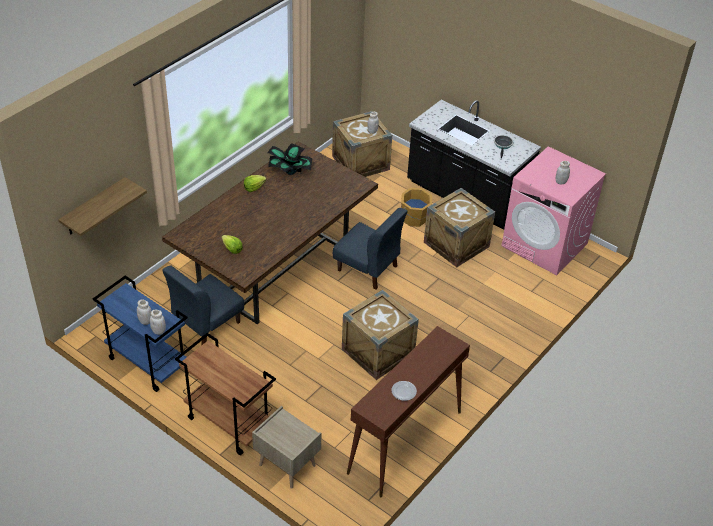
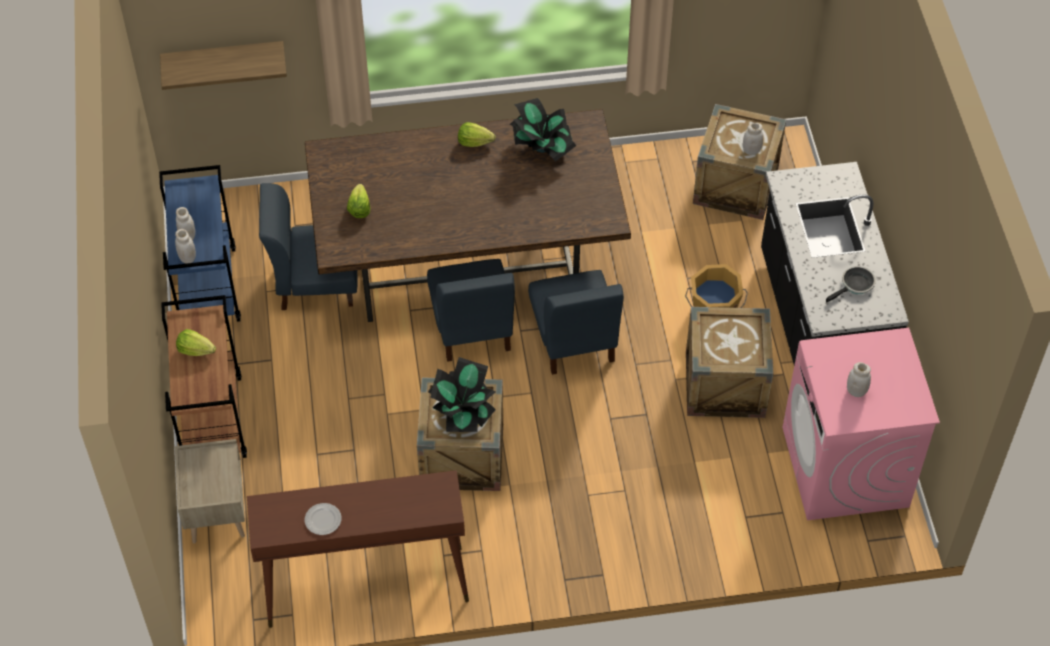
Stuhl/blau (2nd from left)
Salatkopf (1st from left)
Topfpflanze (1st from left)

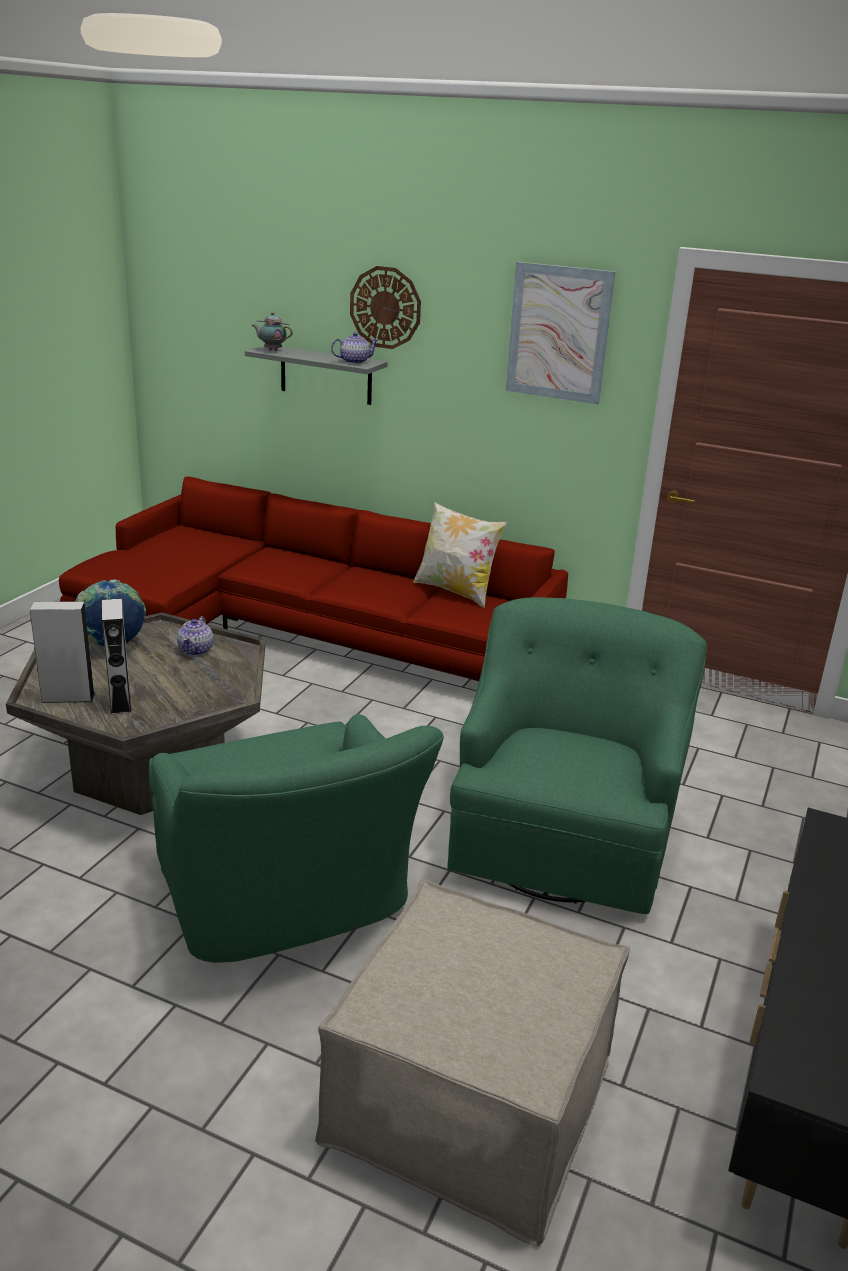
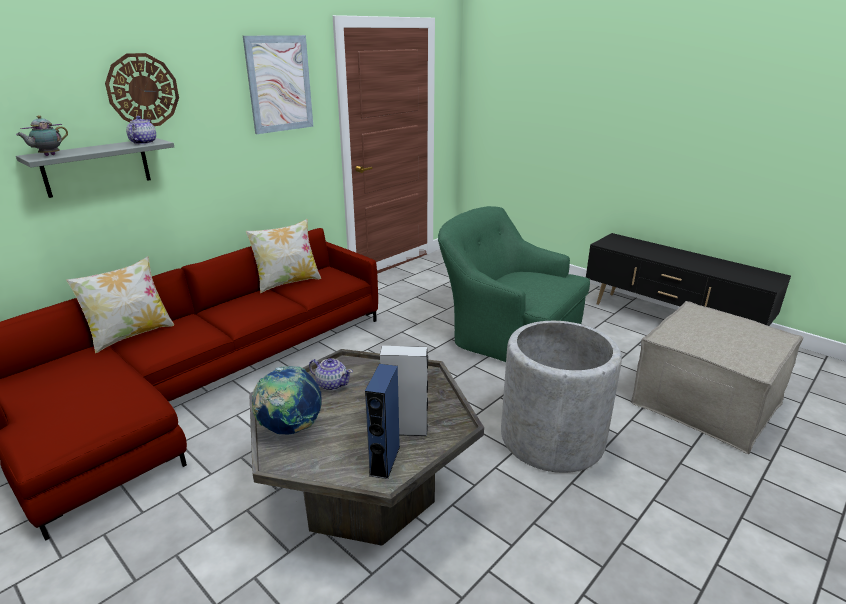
Lautsprecher/blau
Pflanzkübel/grau
Kissen (1st from left)

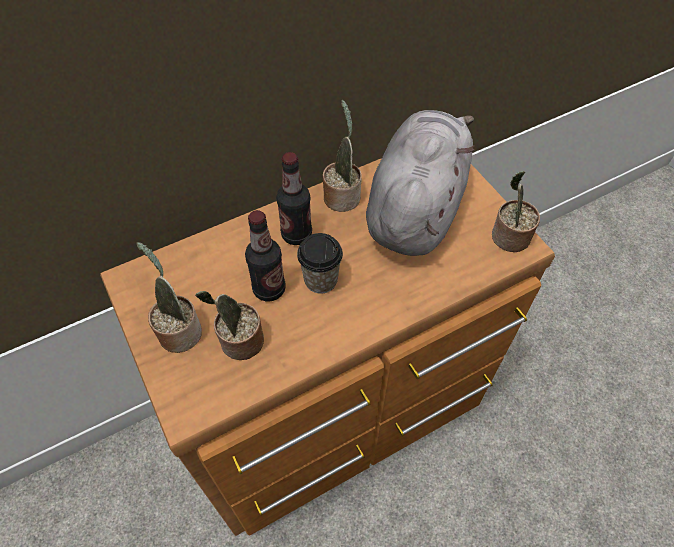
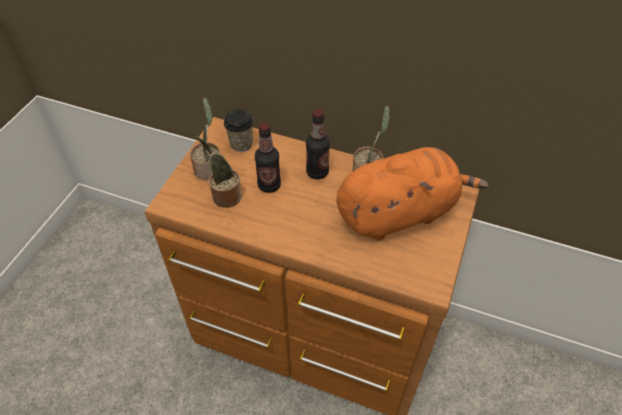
Plüschtier/orange
Topfpflanze (4th from left in the first image)
Tasse

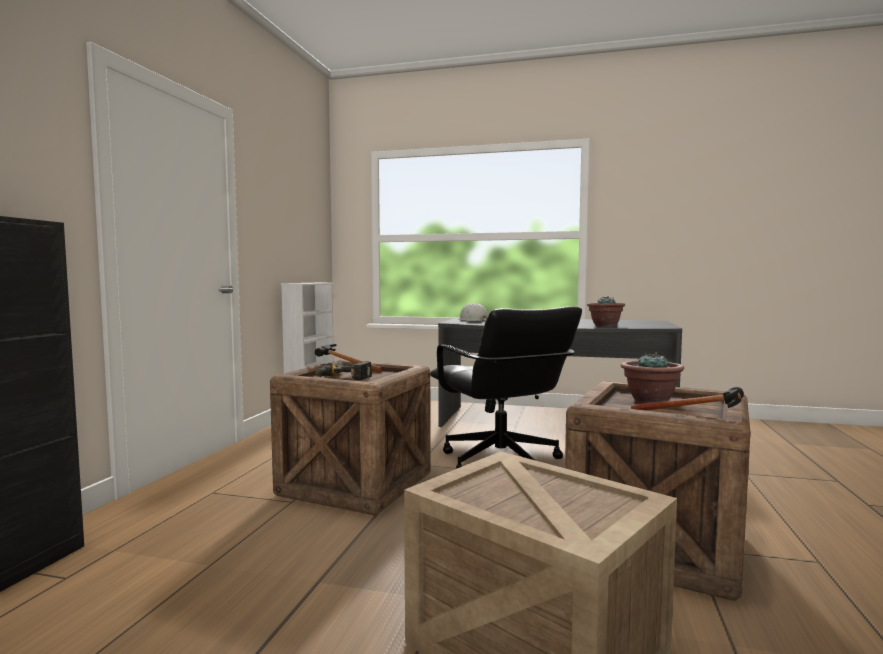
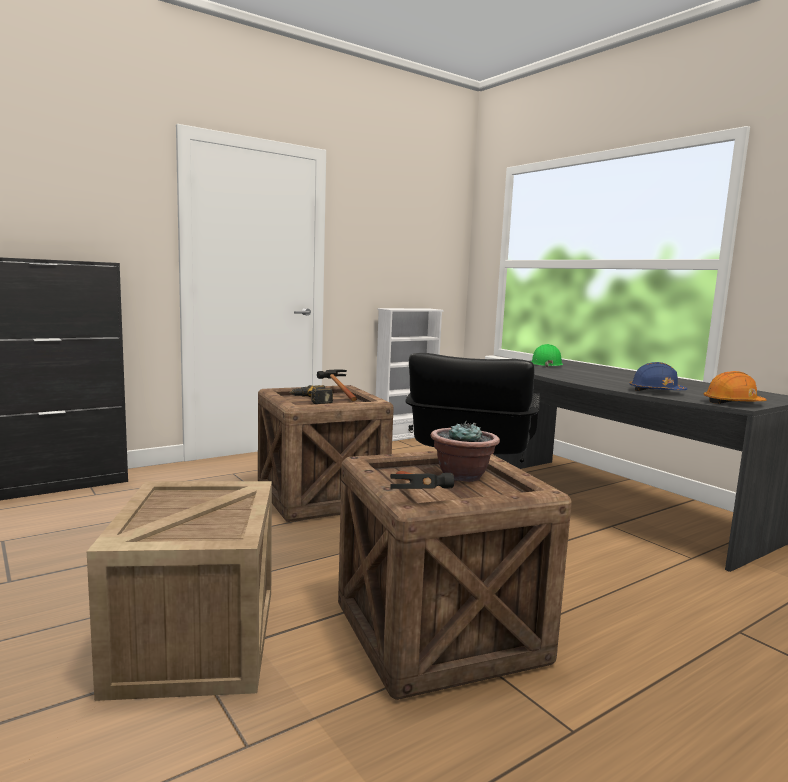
Schutzhelm/blau
Schutzhelm/grün
Schutzhelm/orange

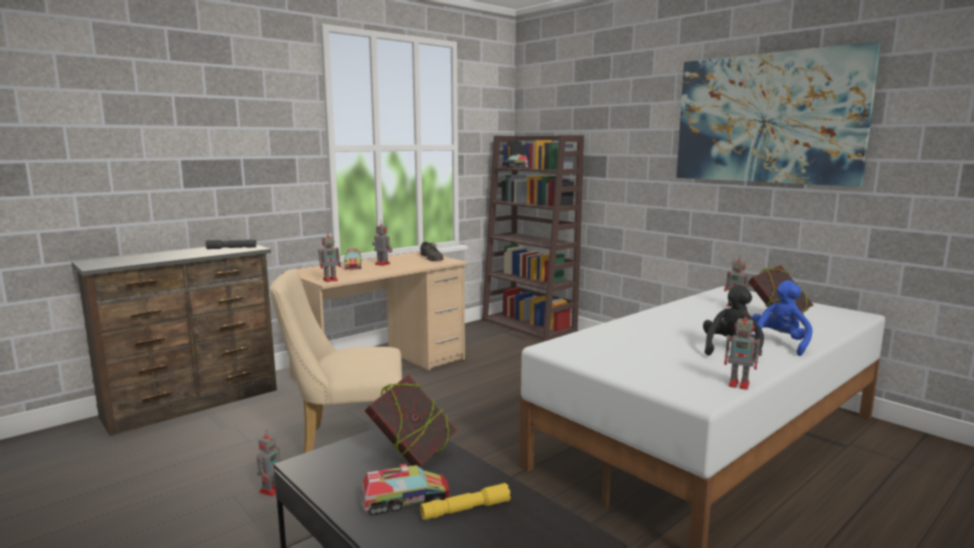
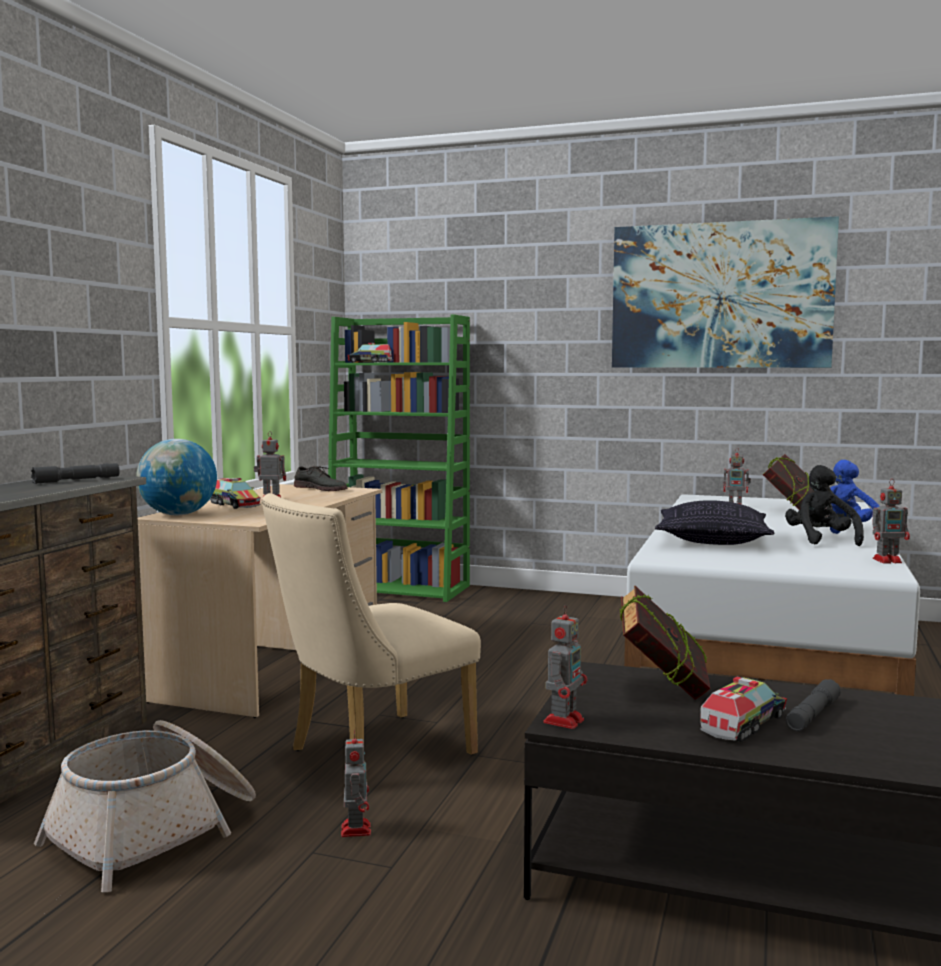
Bücherregal/grün
Spielzeugroboter (3rd from left)
Taschenlampe/grau (2nd from left)
Globus
Kissen
Korb

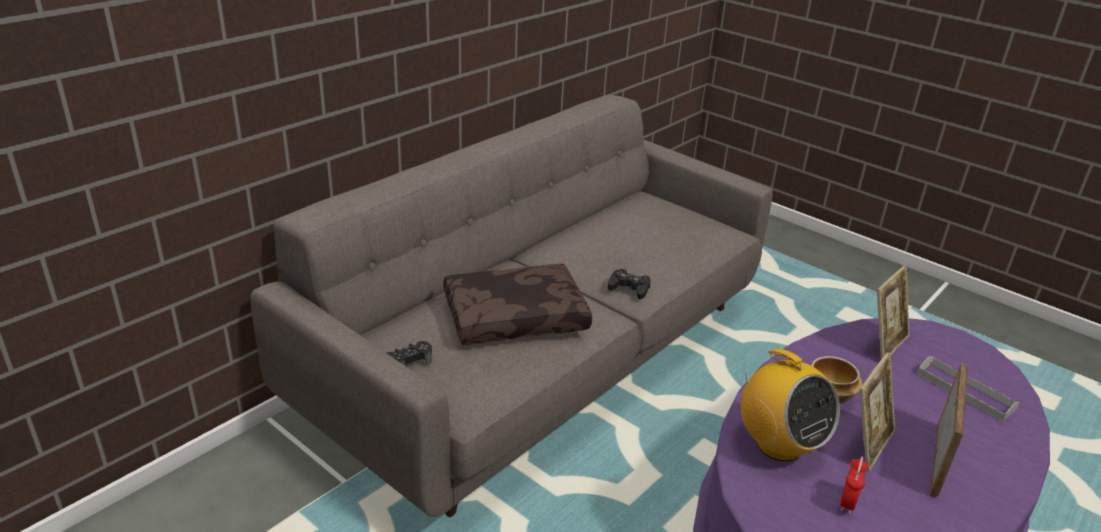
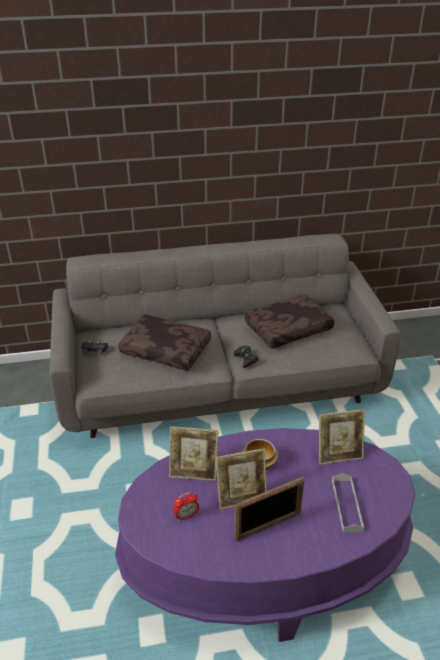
Bilderrahmen (1st from left)
Kissen/braun (2nd from left)

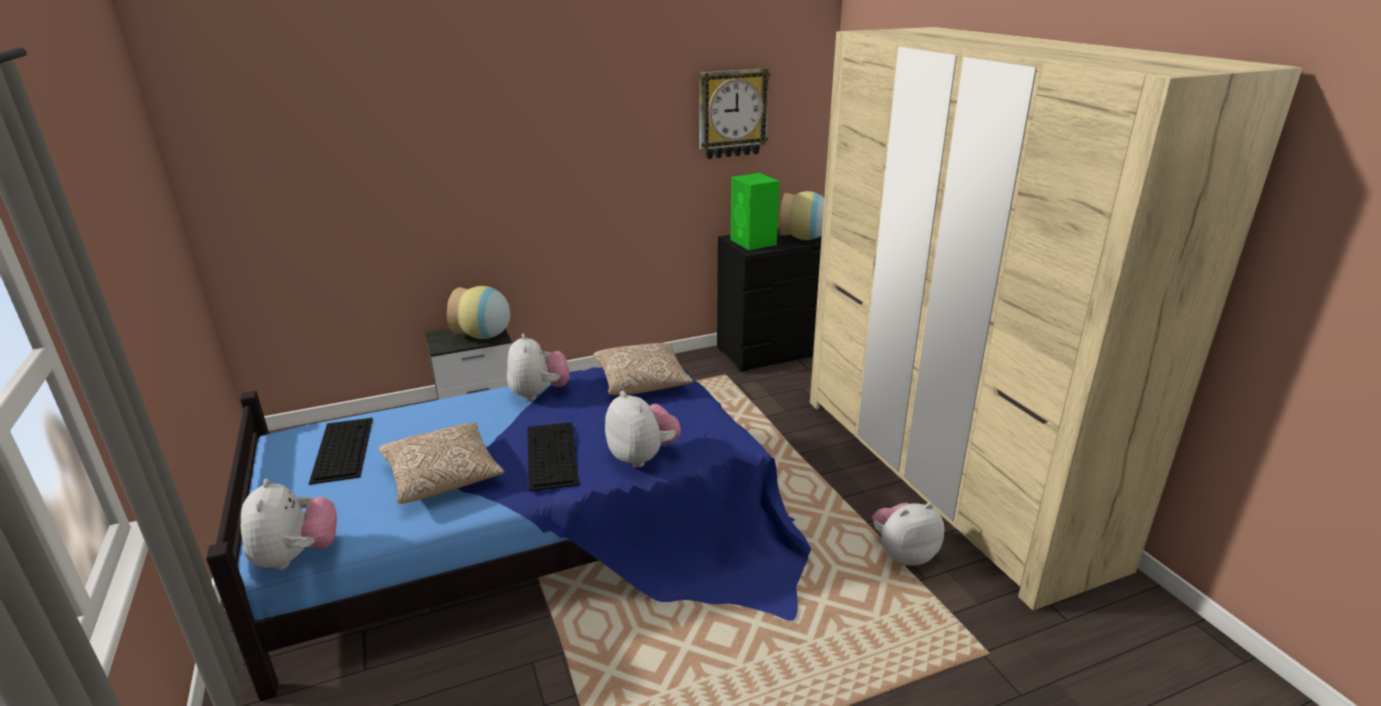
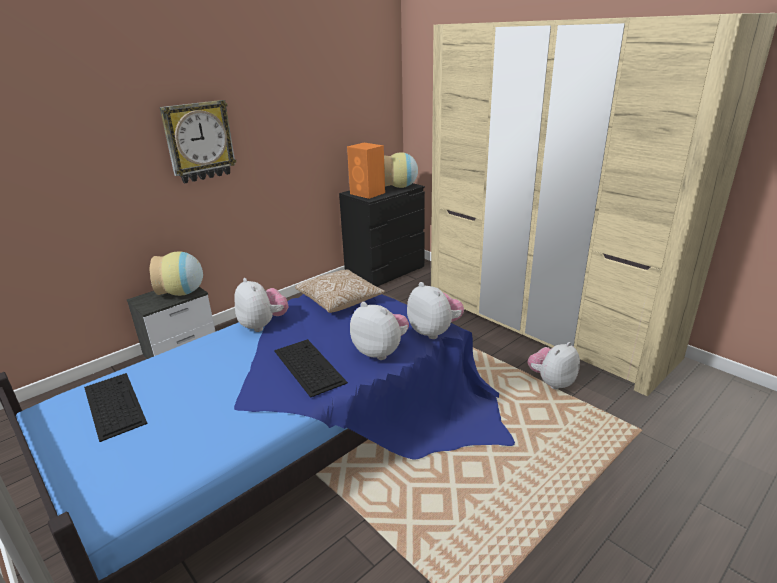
Wanduhr
Lautsprecher/orange
Kissen (1st from left in the first image)
Plüschtier (3rd from left)

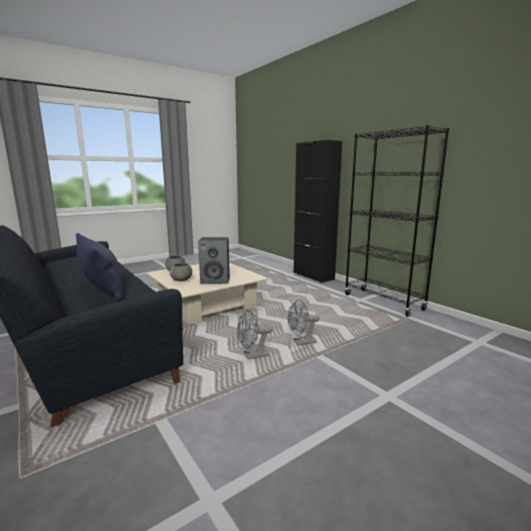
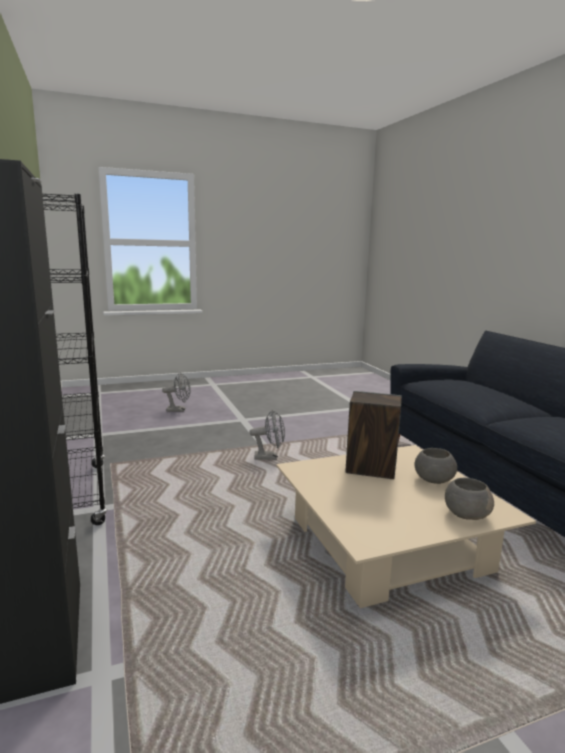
Kissen/blau
Ventilator/grau (1st from left)

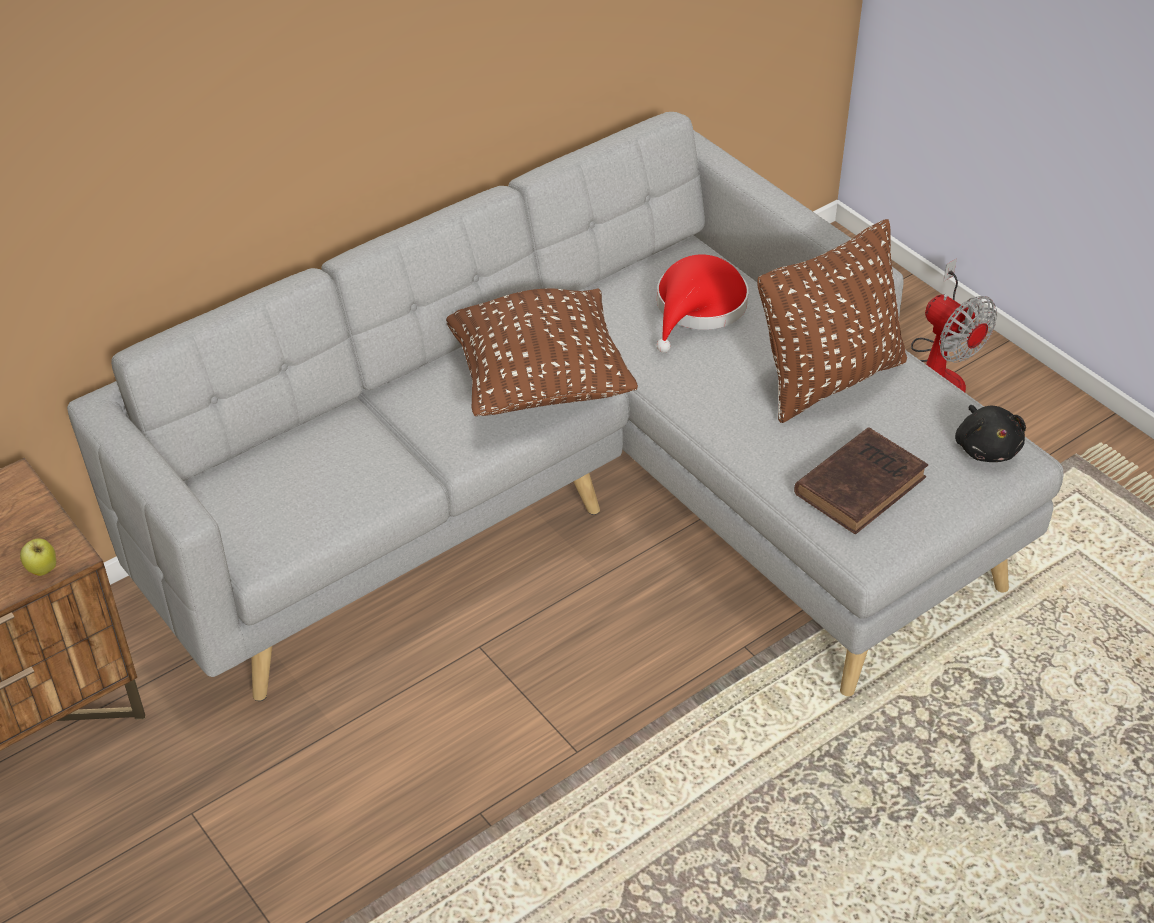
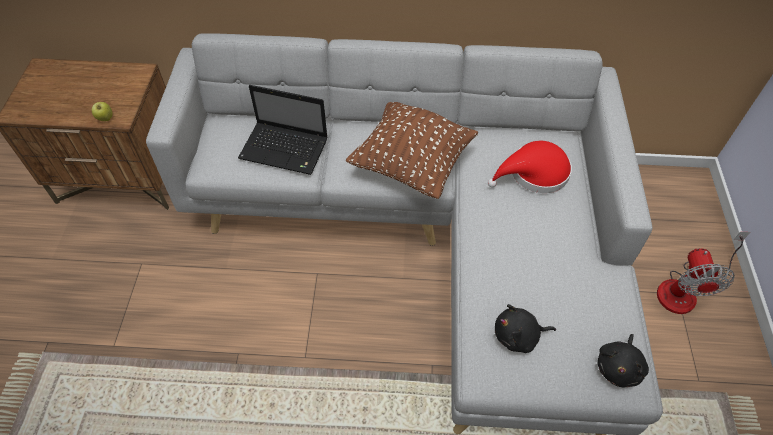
Kissen/braun (2nd from left in the first image)
Plüschtier/schwarz (1st from left)
Laptop

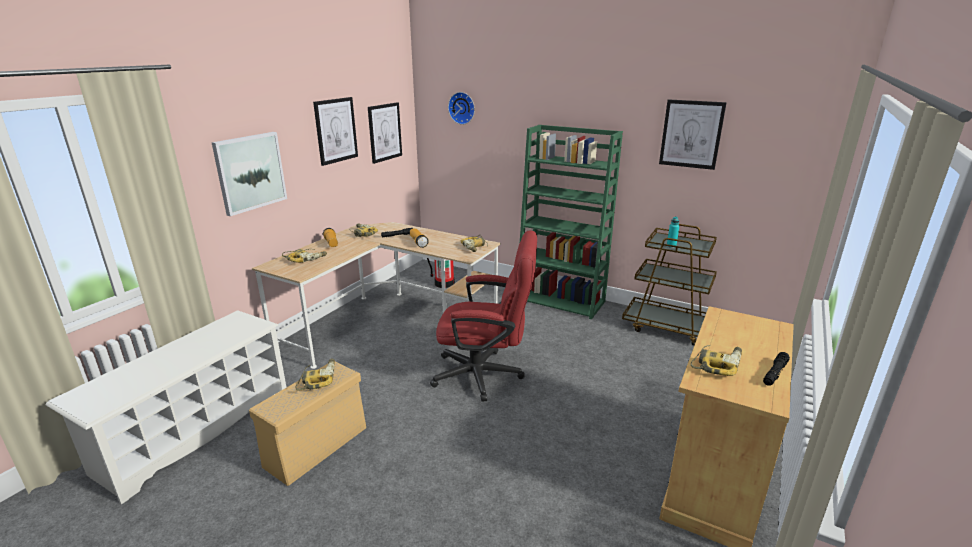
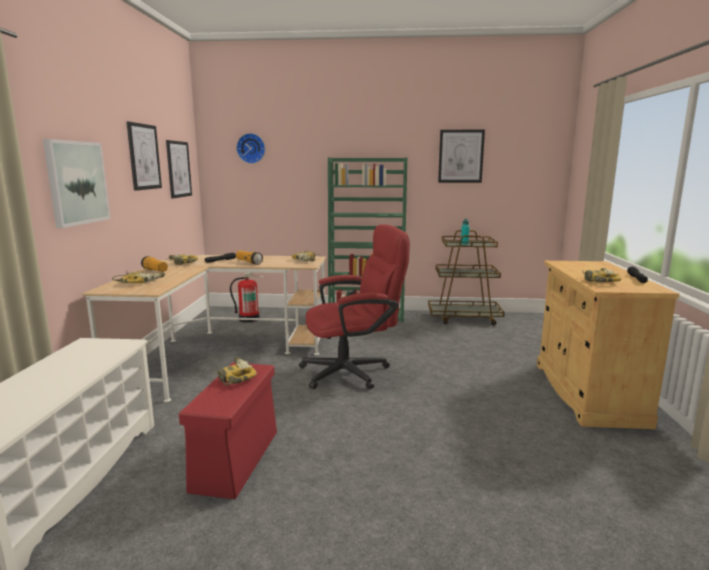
Aufbewahrungsbox/rot

